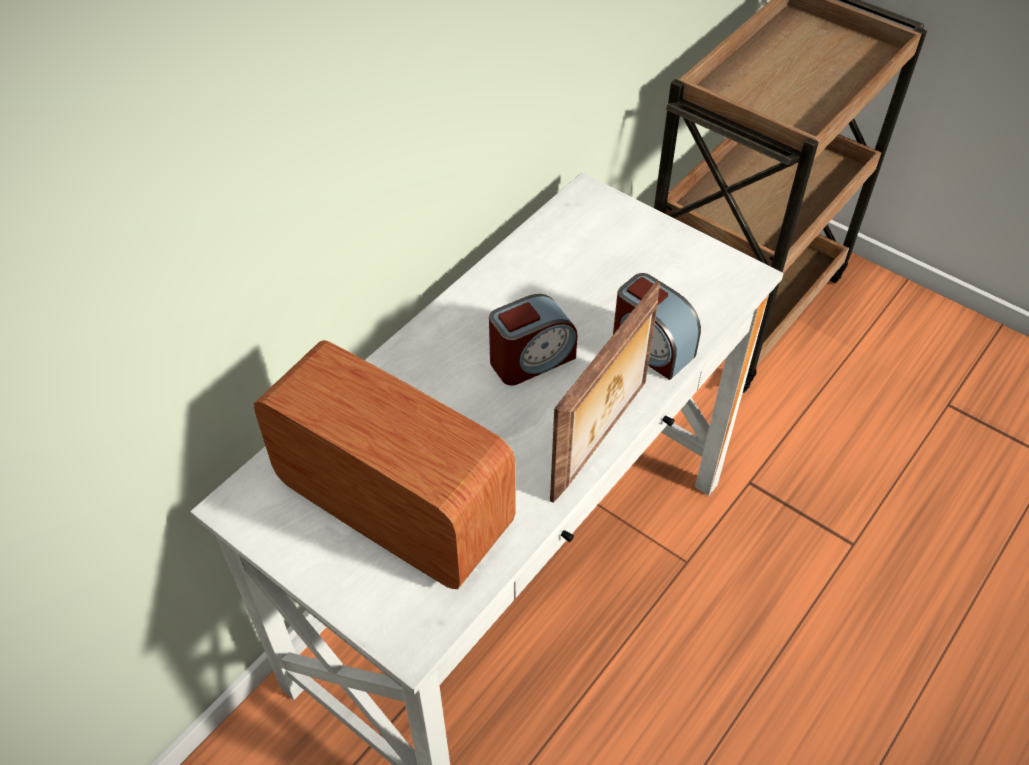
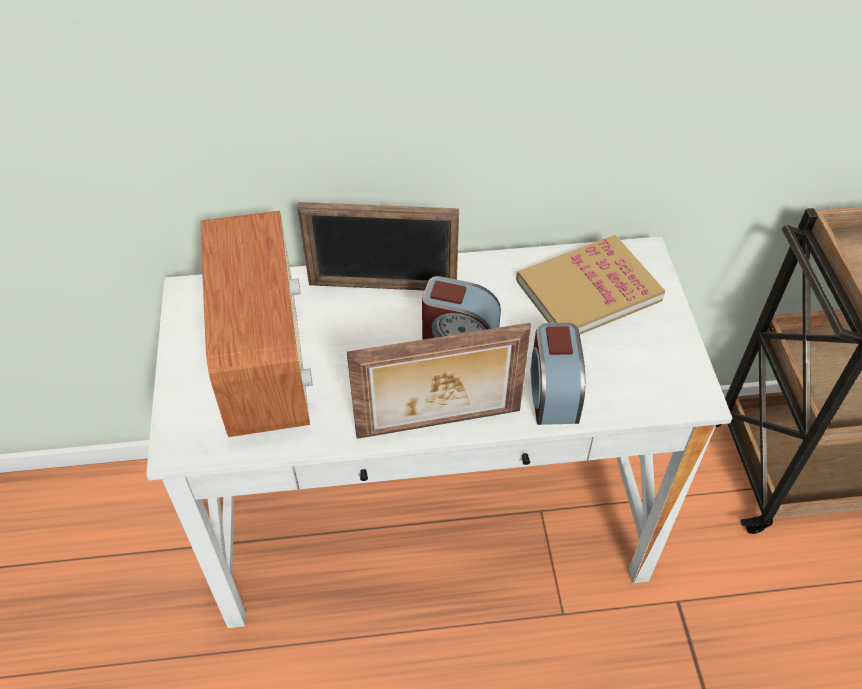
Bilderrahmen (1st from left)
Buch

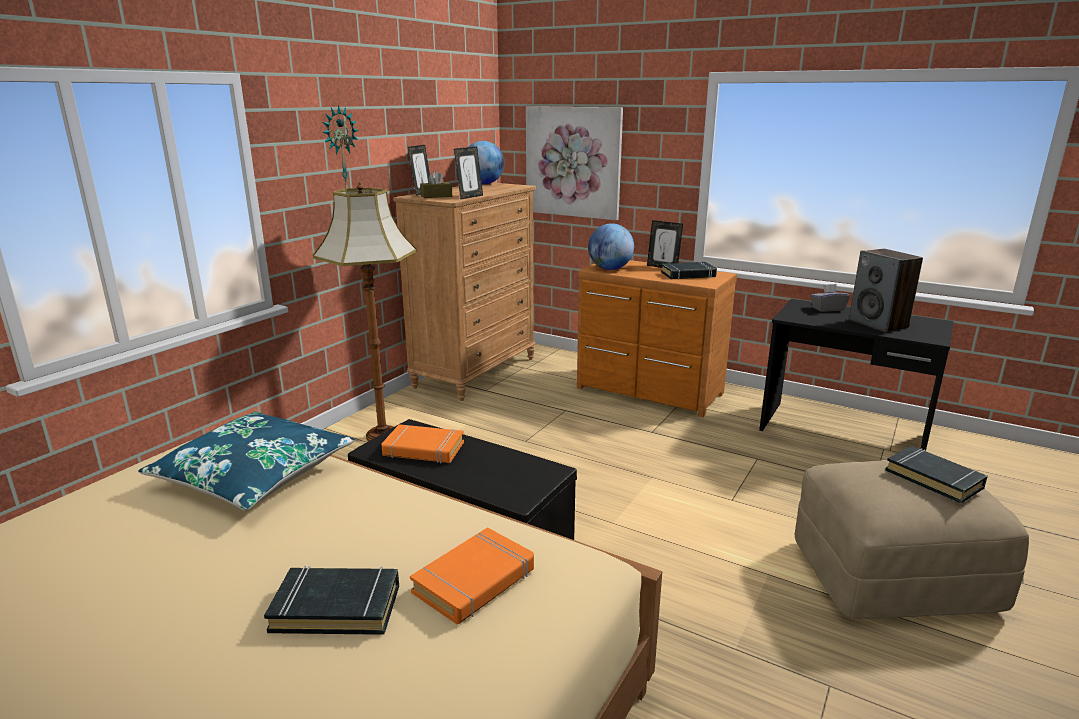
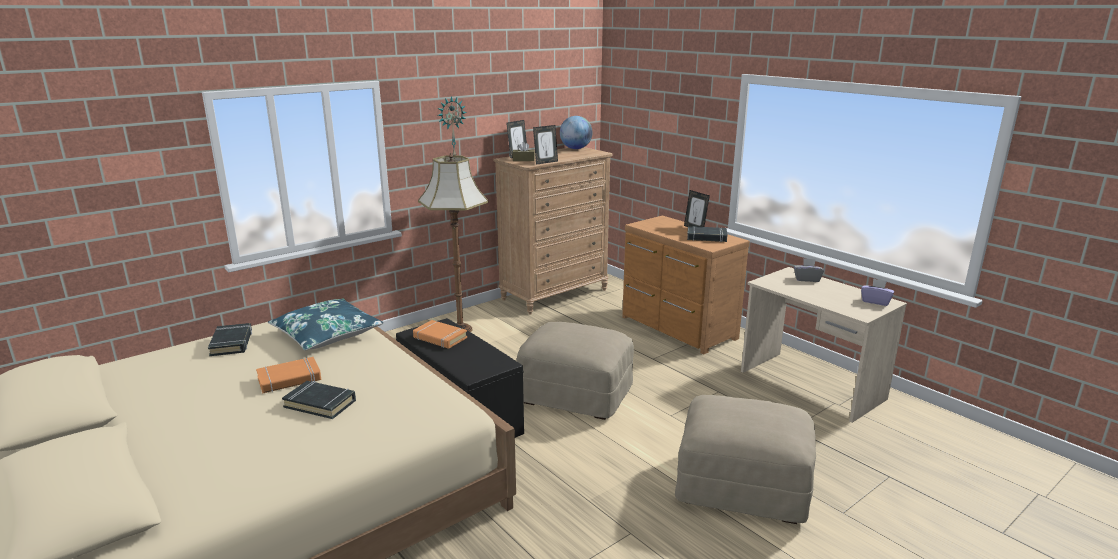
Bild
Globus (2nd from left in the first image)
Lautsprecher
Schreibtisch/beige
Buch/schwarz (1st from left)
Buch/orange (1st from left)
Taschentuchbox/lila
Polsterhocker/beige (1st from left)

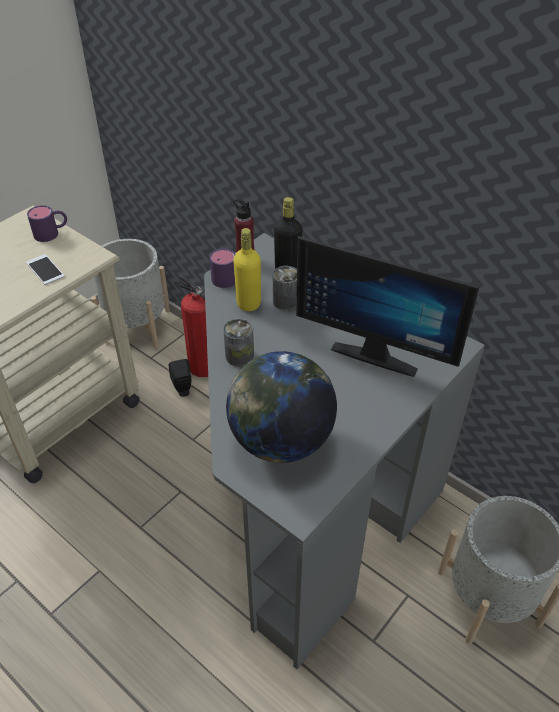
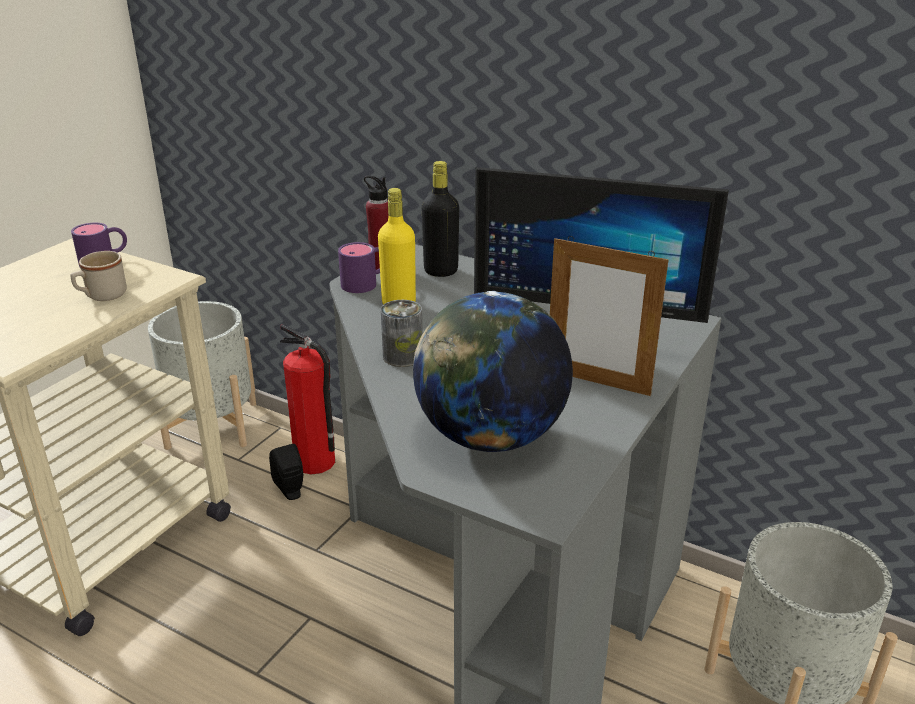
Henkelbecher/beige
Dose (2nd from left in the first image)
Bilderrahmen

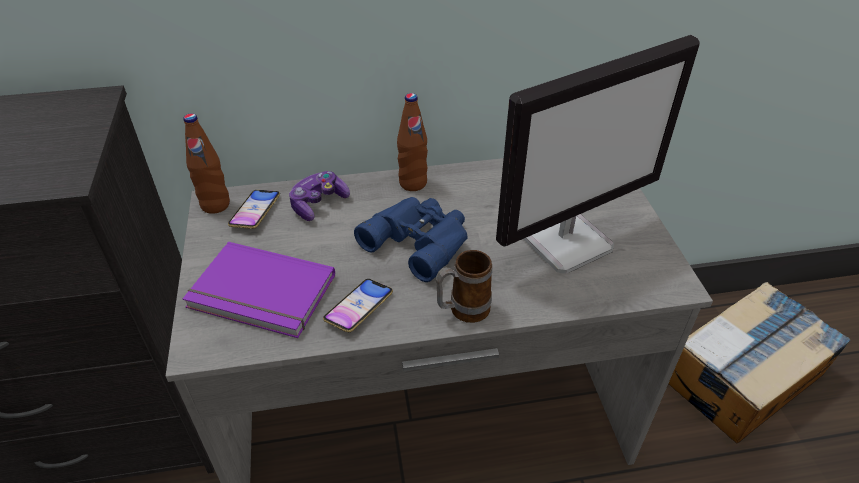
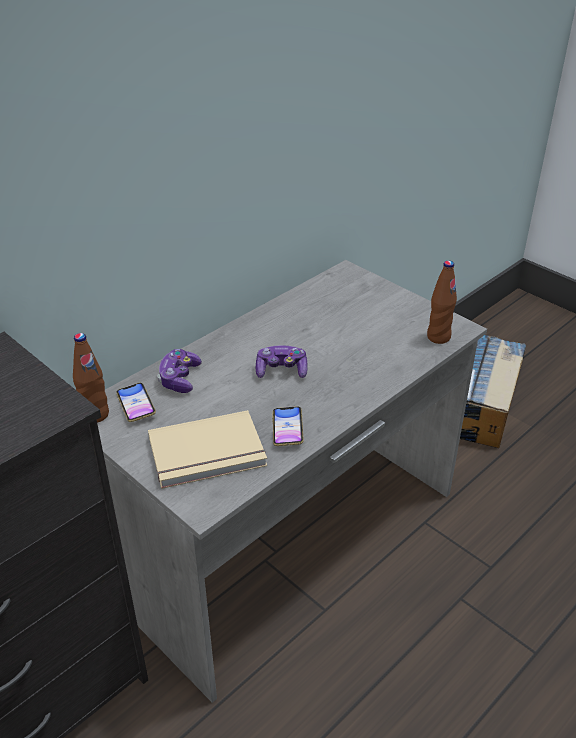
Monitor
Flasche/braun (2nd from left)
Gamepad (2nd from left)
Buch/beige
Henkelbecher

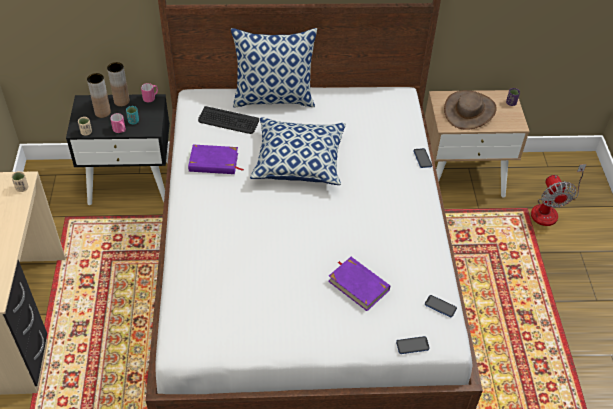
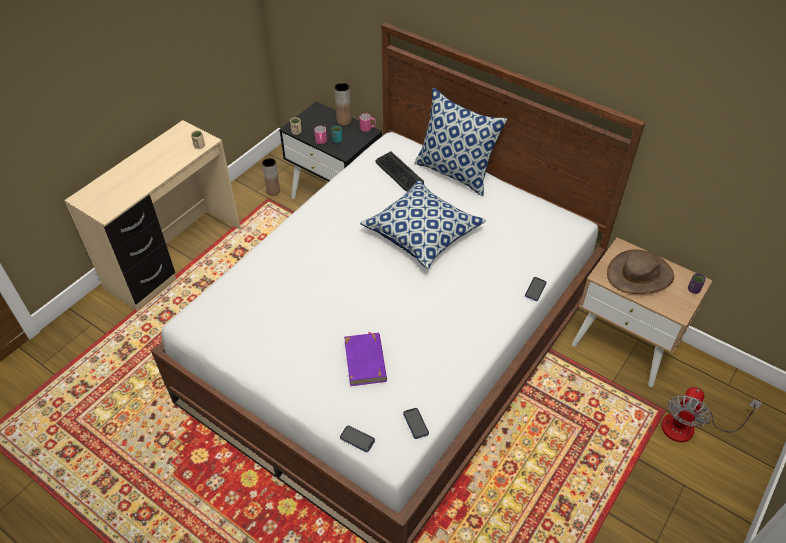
Vase/braun (1st from left)
Buch/lila (1st from left in the first image)

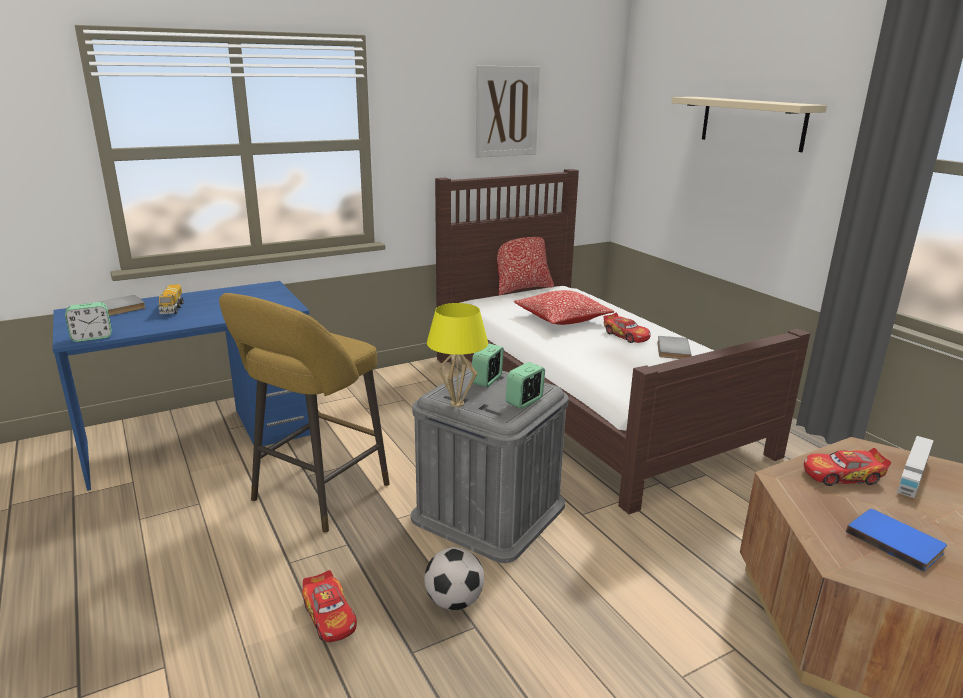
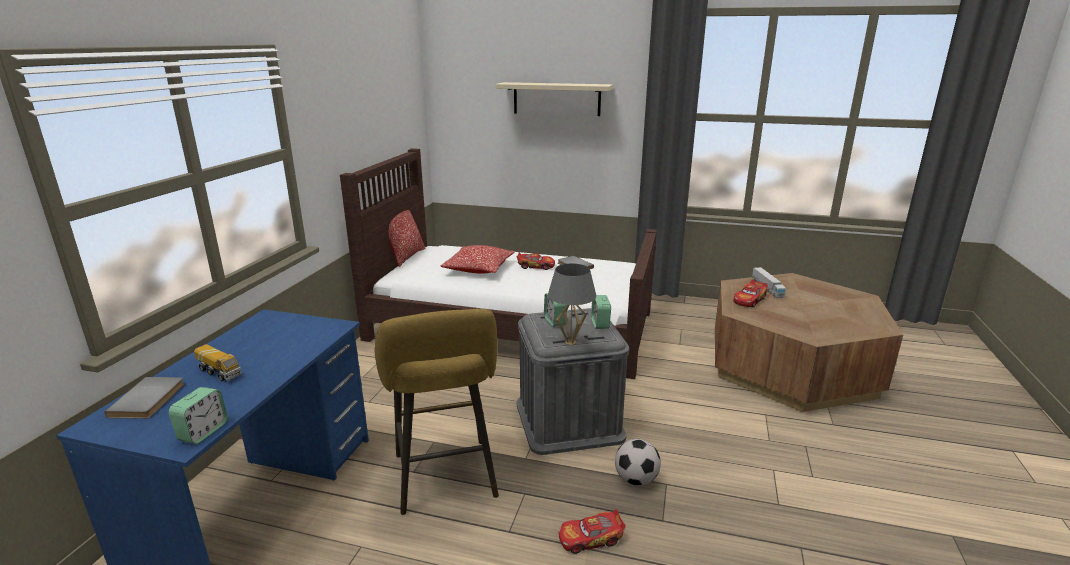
Bild
Tischlampe/grau
Buch/blau
Spielzeugauto (2nd from left)

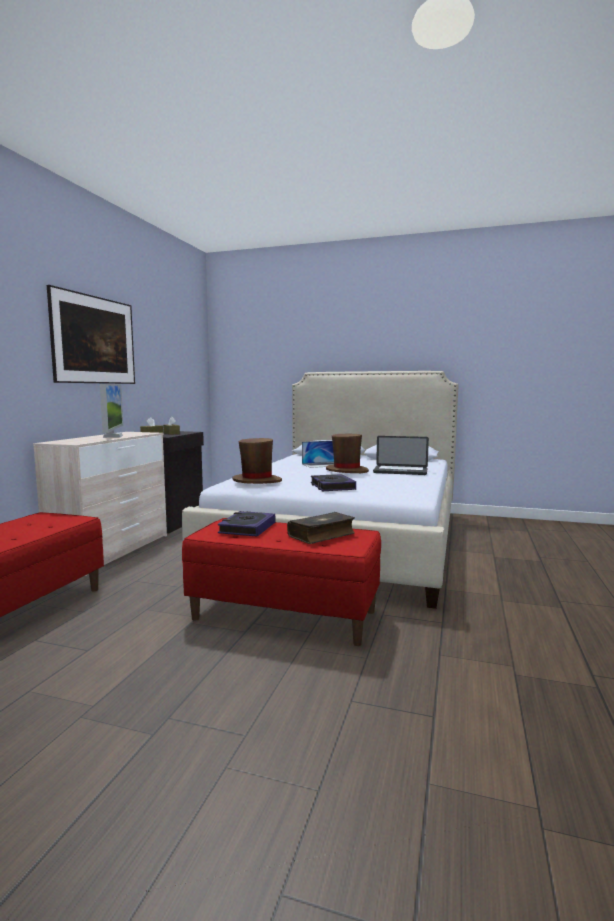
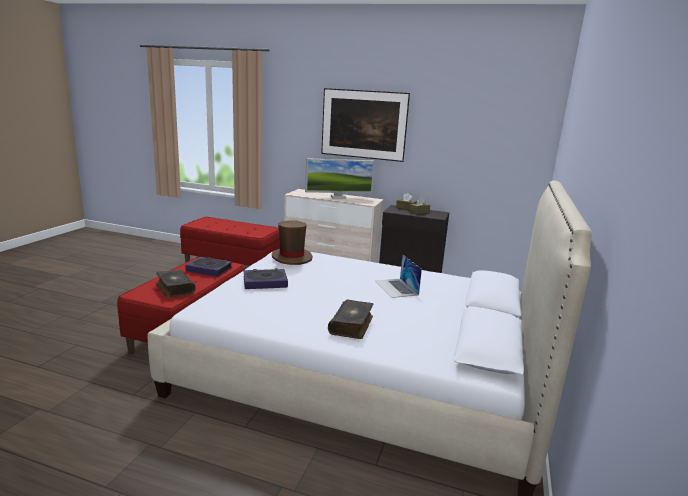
Hut/braun (2nd from left in the first image)
Buch (4th from left)

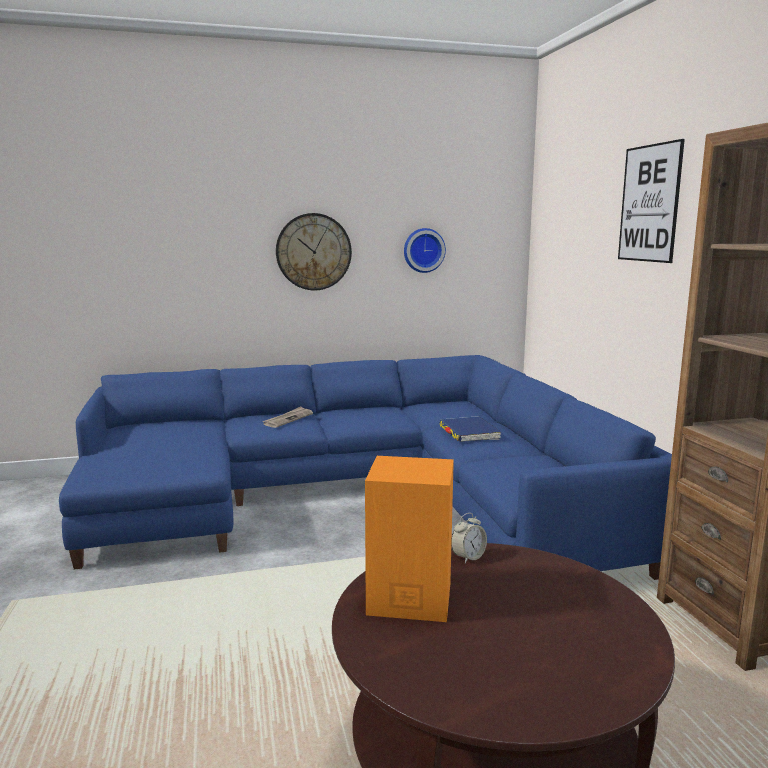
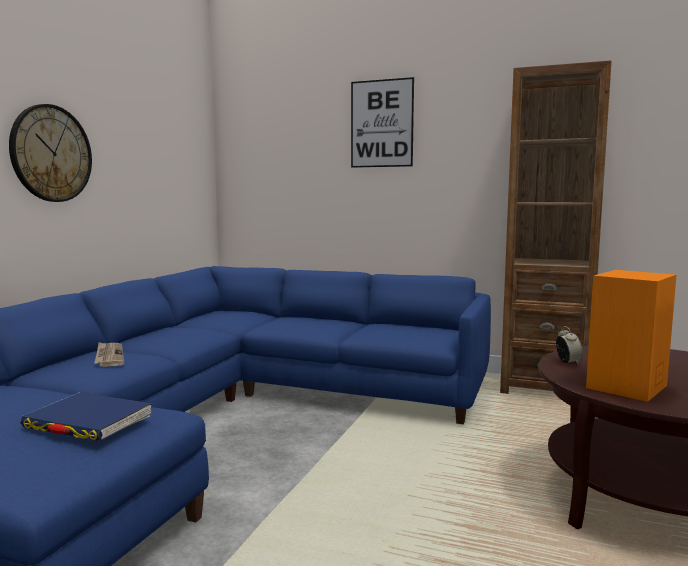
Wanduhr (2nd from left in the first image)
Buch/blau

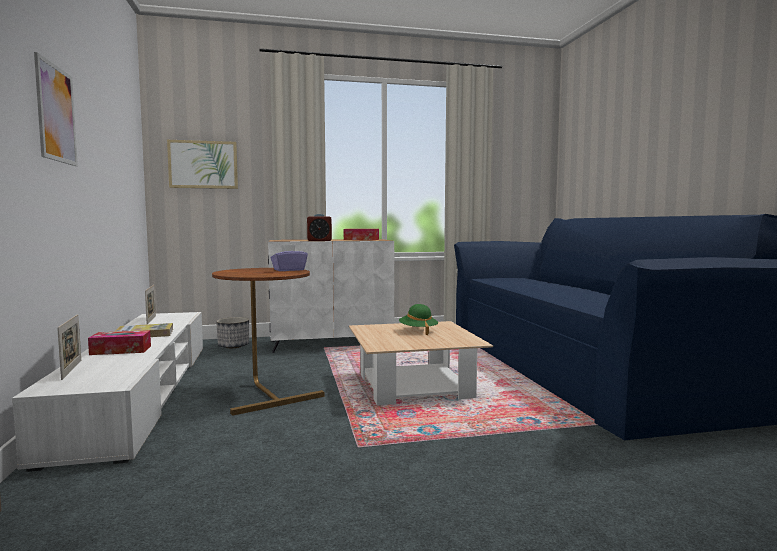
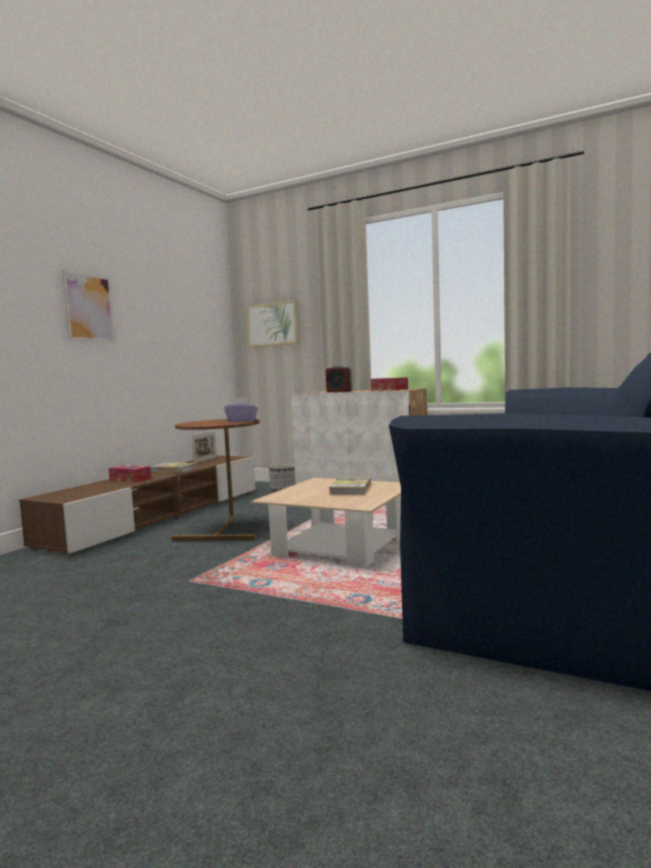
Buch (2nd from left)
Fernsehschrank/braun
Bilderrahmen (1st from left in the first image)

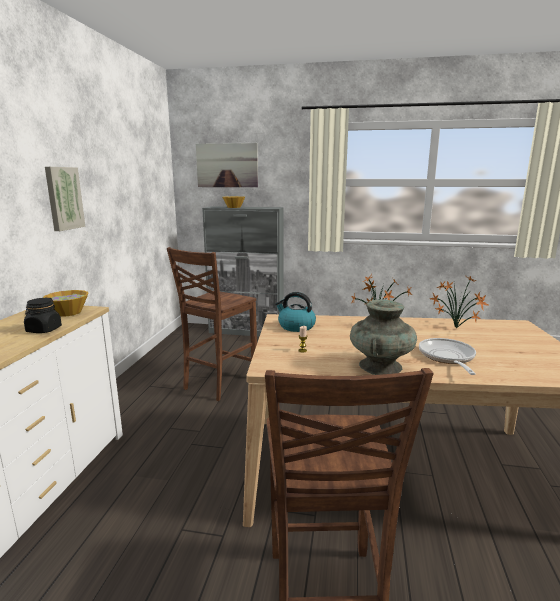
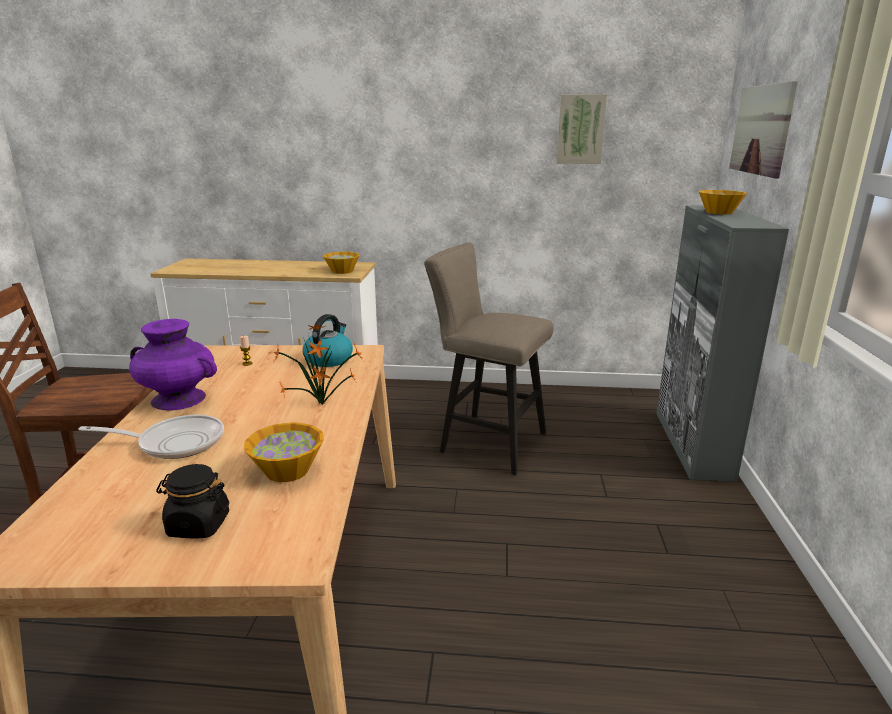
Bild (1st from left)
Hocker/beige
Schüssel (1st from left)
Vorratsglas/schwarz
Vase/lila

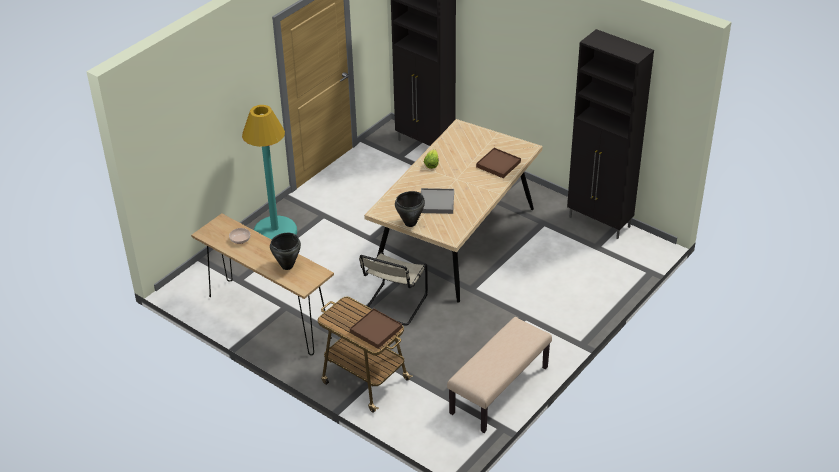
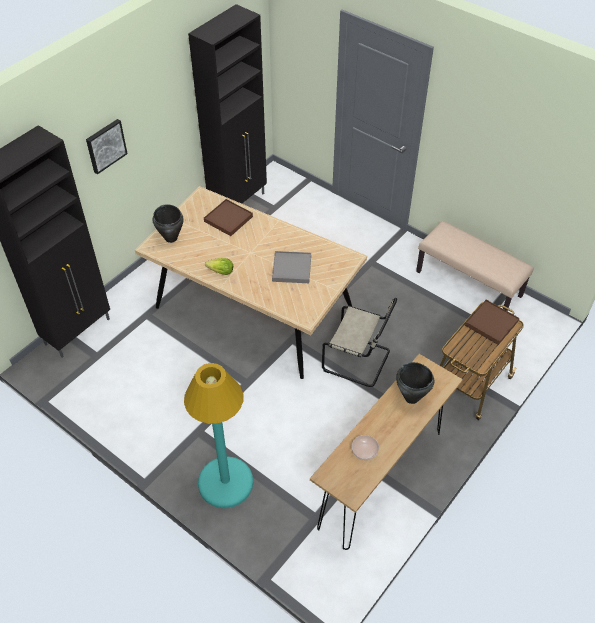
Kochtopf/schwarz (1st from left)
Bild

